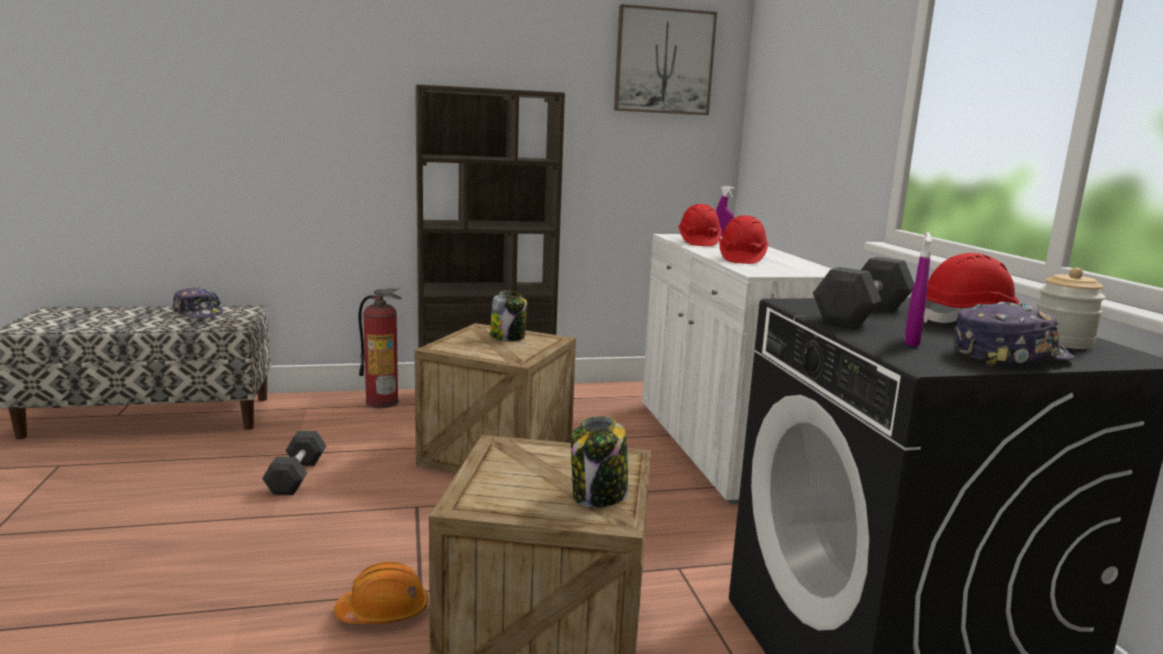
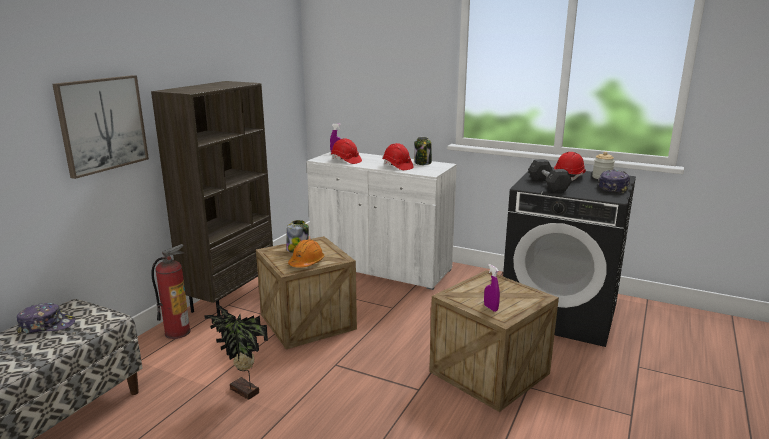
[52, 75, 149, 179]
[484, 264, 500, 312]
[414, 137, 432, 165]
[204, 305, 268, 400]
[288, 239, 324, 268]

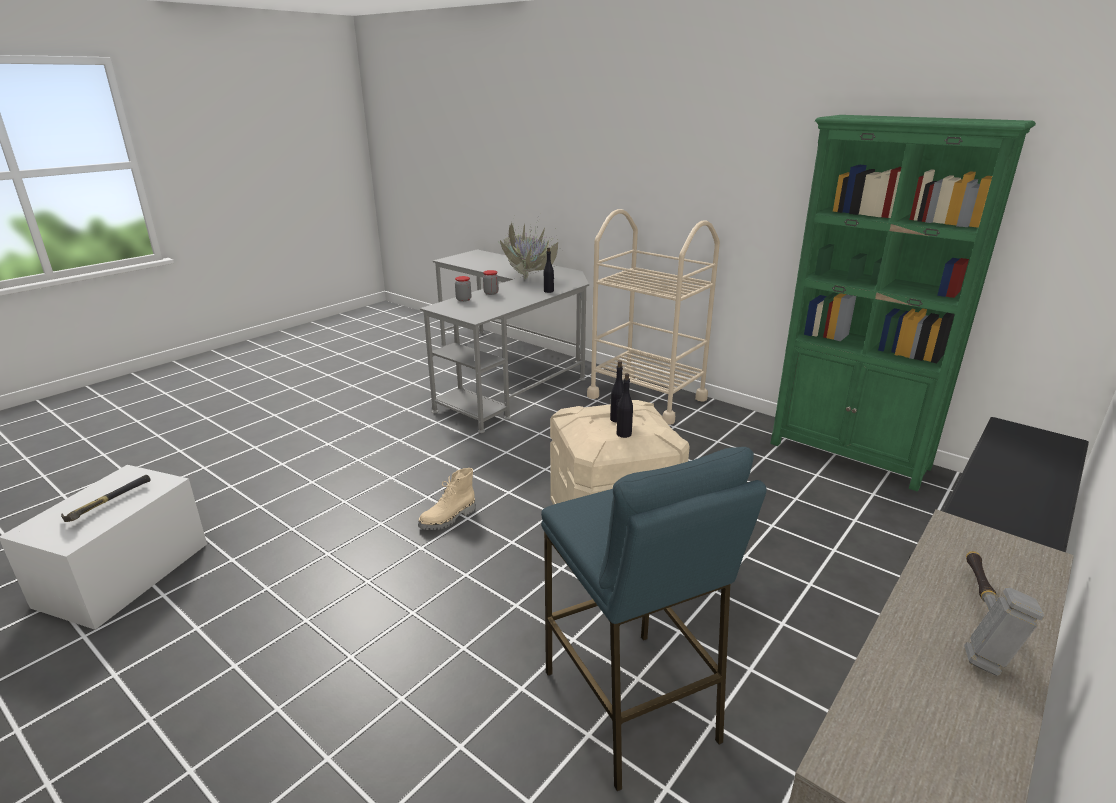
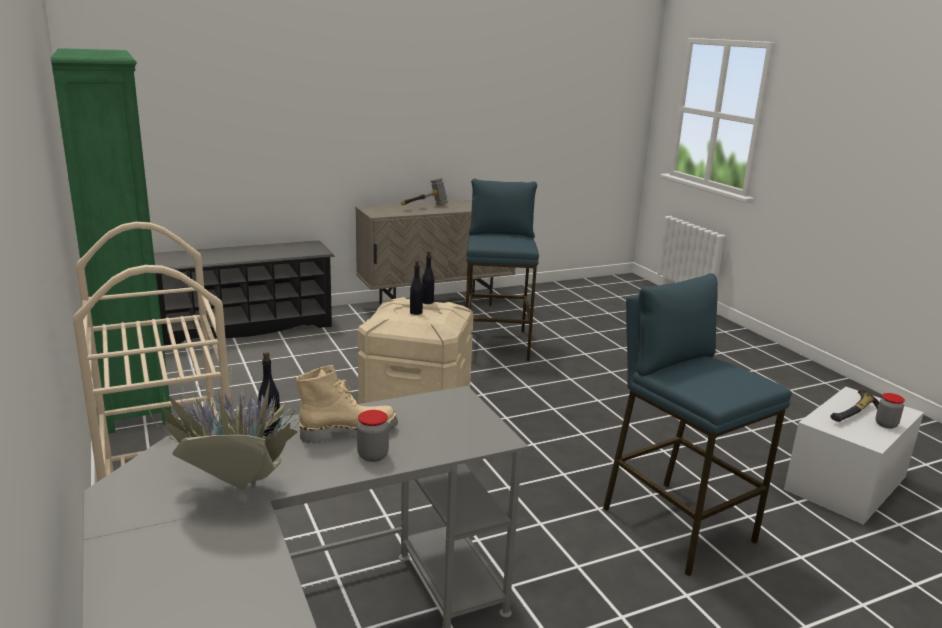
[875, 393, 905, 429]
[296, 365, 398, 443]
[603, 273, 792, 576]

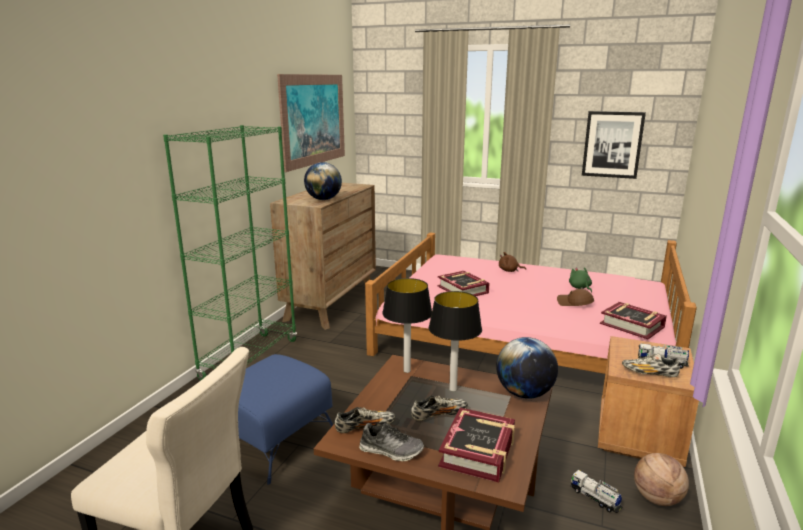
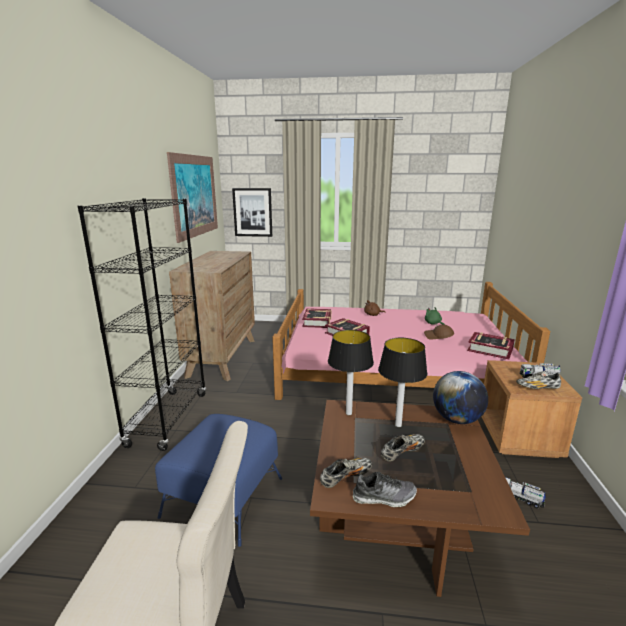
[232, 188, 272, 237]
[78, 198, 206, 451]
[304, 162, 342, 200] (first image)
[302, 308, 331, 328]
[634, 453, 689, 506] (first image)

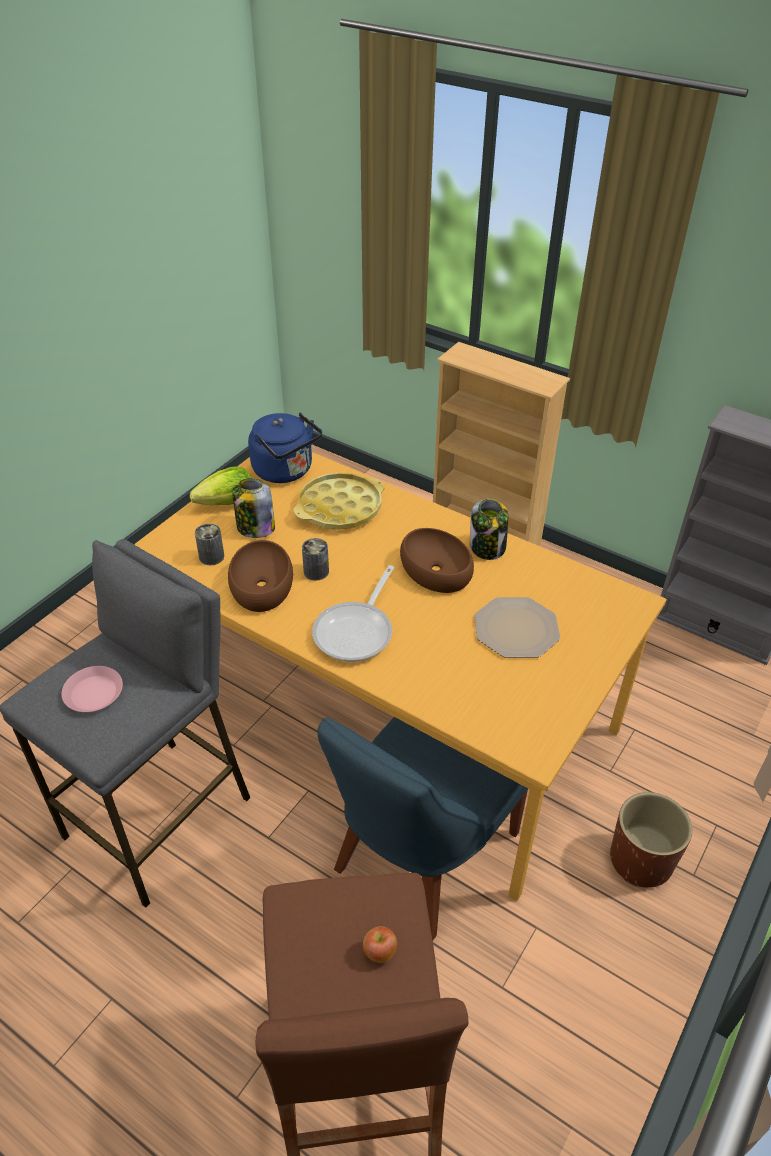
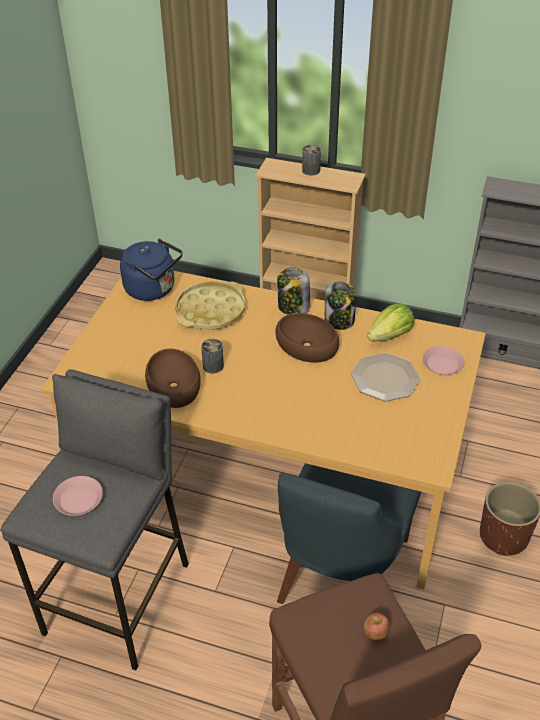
[367, 304, 414, 342]
[277, 267, 310, 315]
[302, 145, 321, 176]
[312, 565, 394, 662] (first image)
[422, 346, 465, 375]

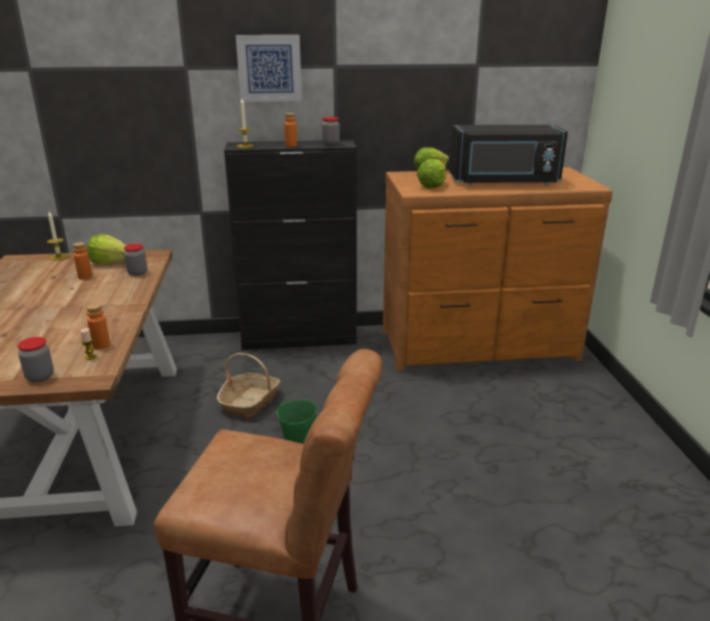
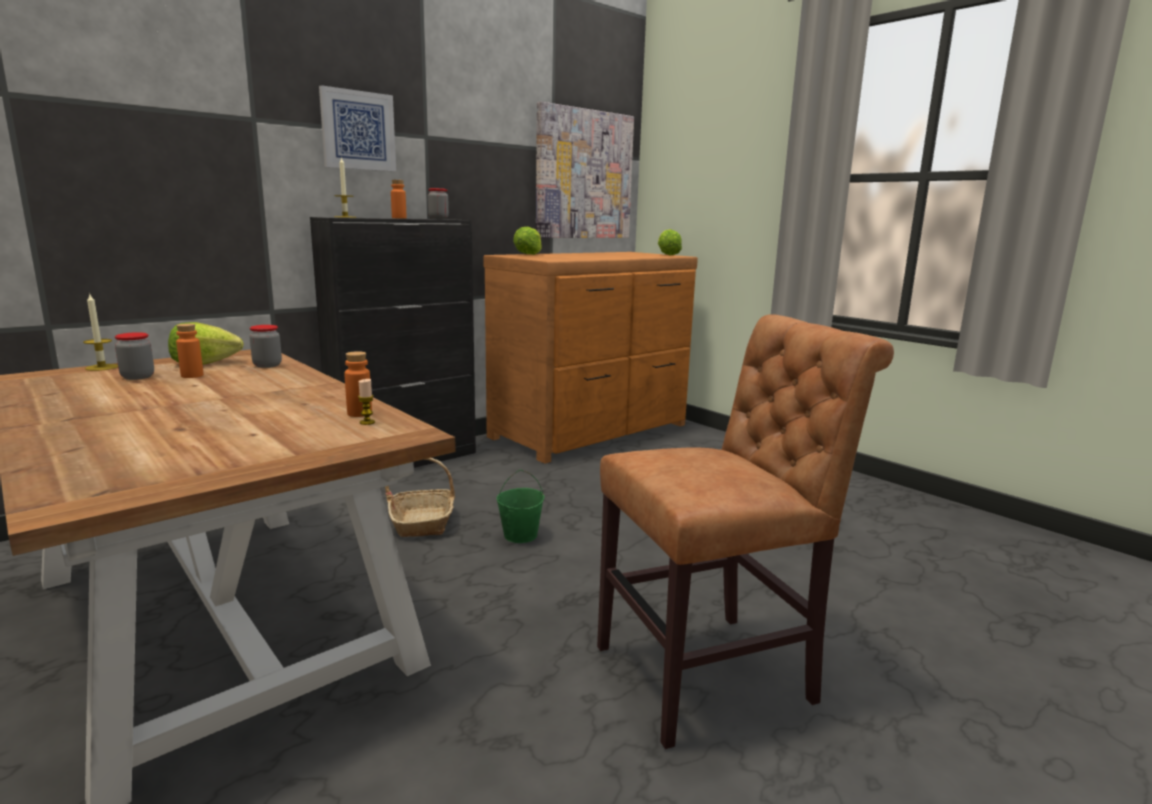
[449, 125, 568, 185] (first image)
[658, 229, 682, 255]
[115, 332, 154, 380]
[536, 102, 634, 238]

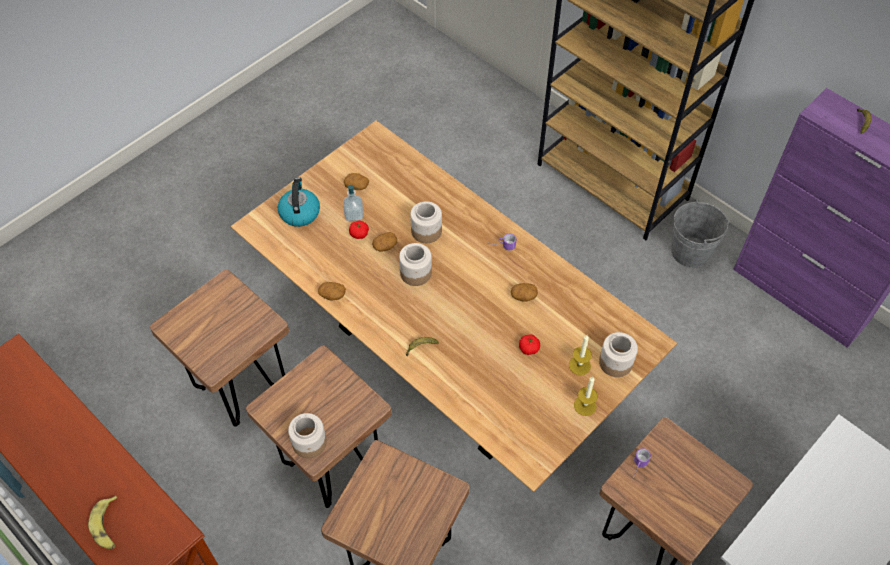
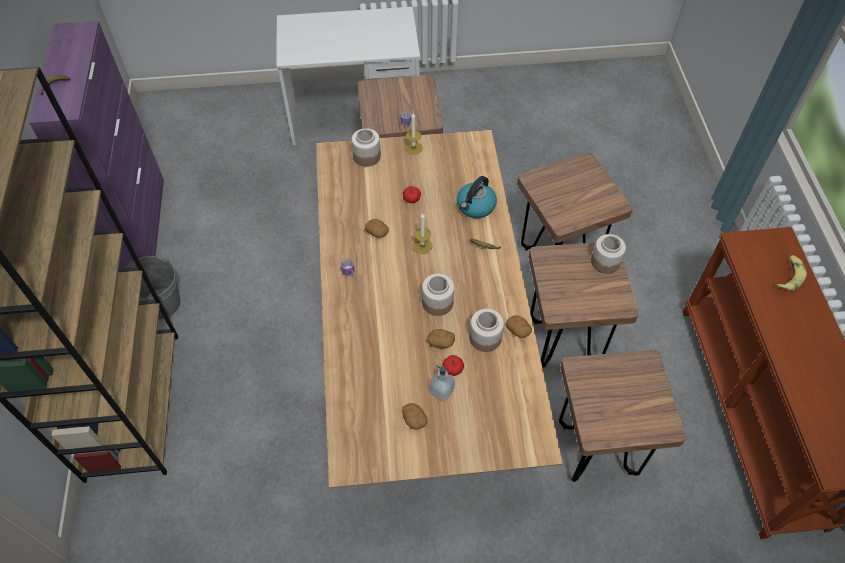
[457, 176, 497, 218]
[469, 309, 504, 352]
[413, 213, 432, 254]

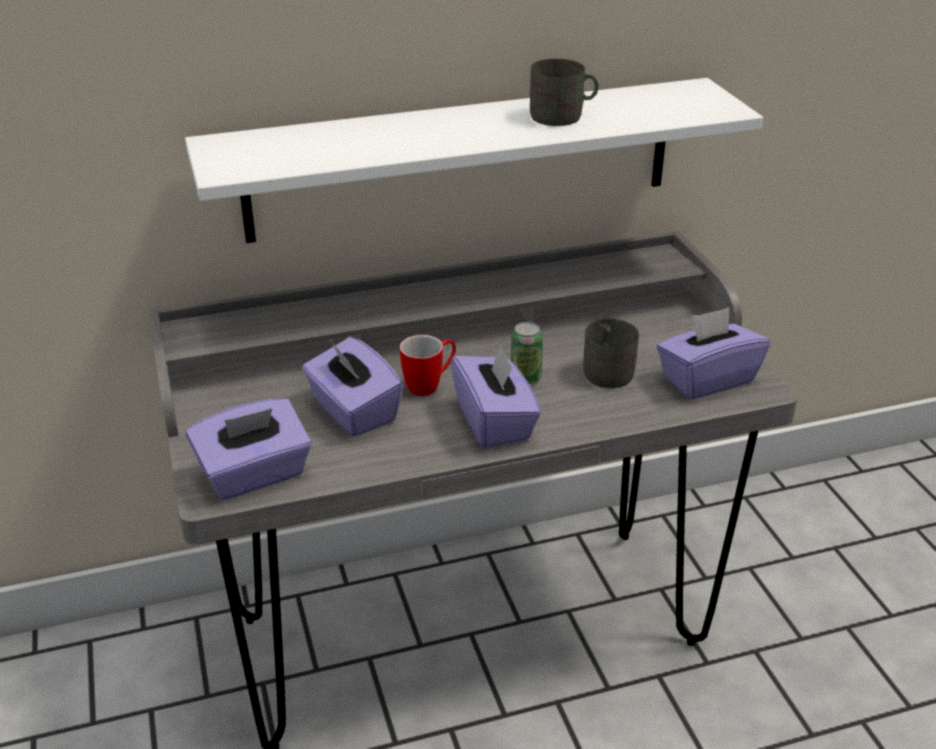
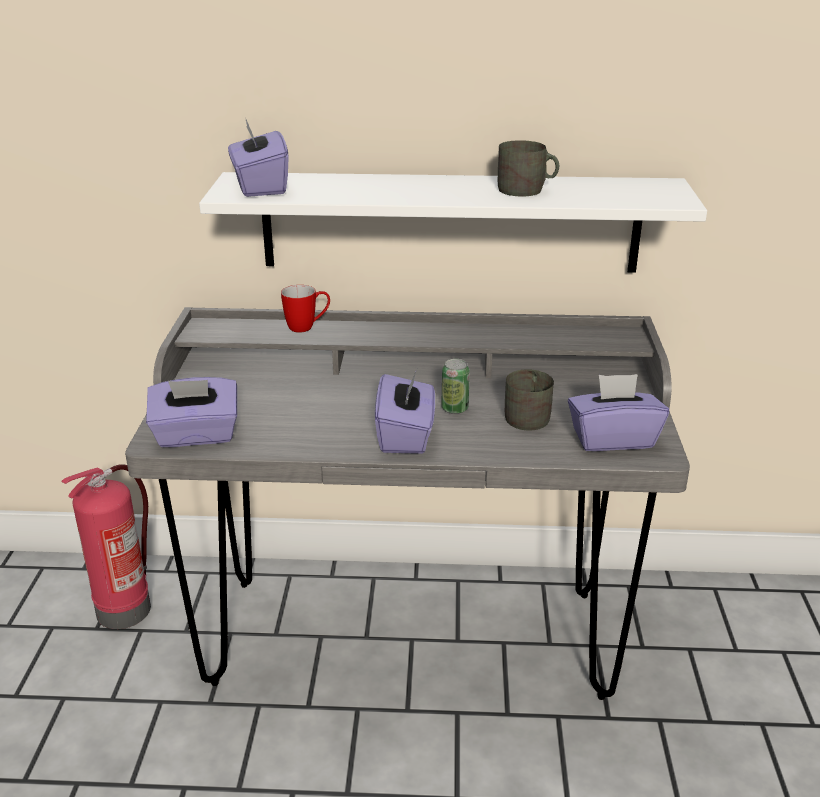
[281, 285, 330, 333]
[228, 117, 289, 197]
[61, 464, 151, 629]

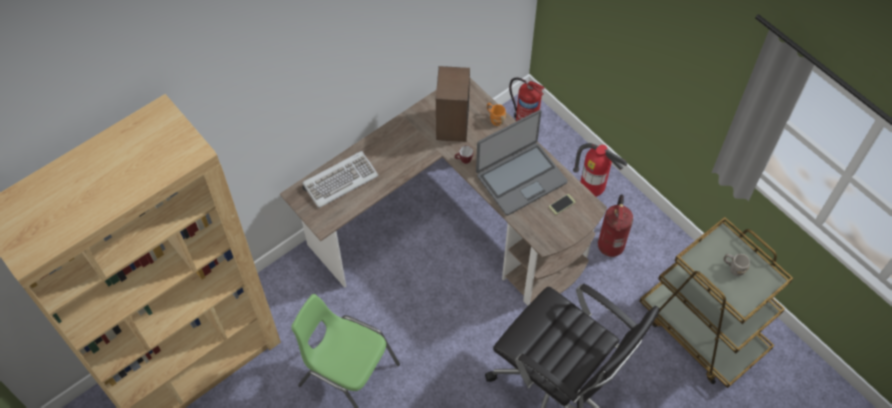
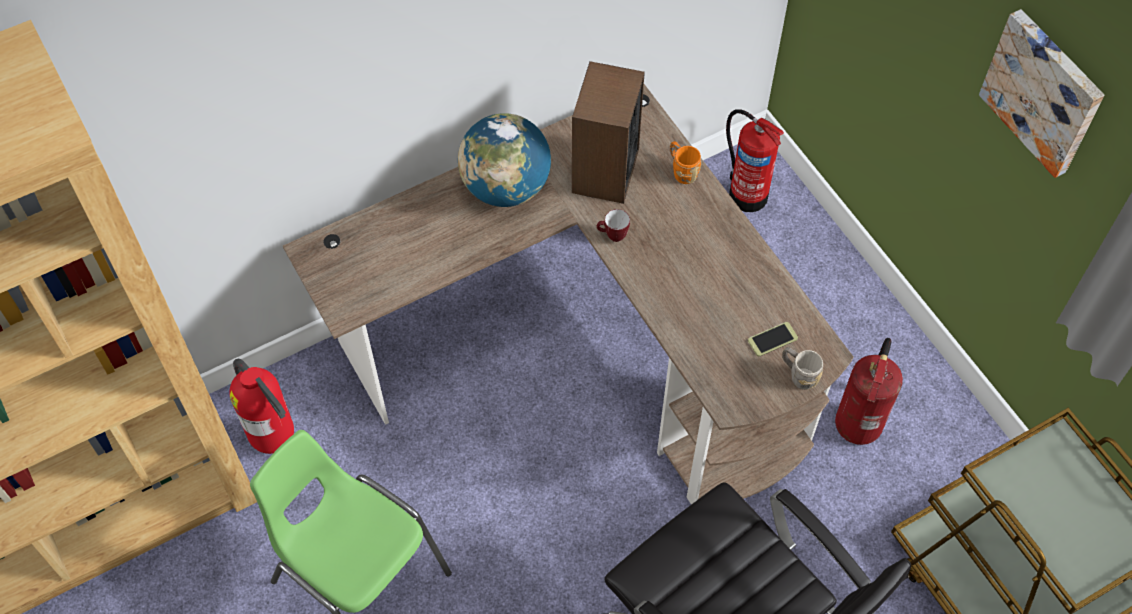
[476, 110, 568, 216] (first image)
[229, 359, 294, 454]
[302, 151, 378, 208] (first image)
[782, 347, 823, 390]
[979, 9, 1104, 178]
[458, 113, 551, 207]

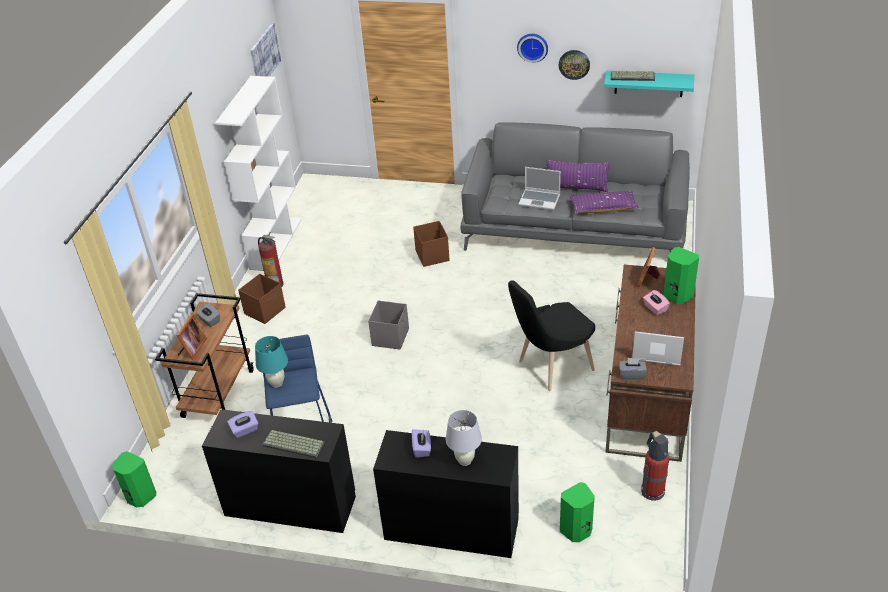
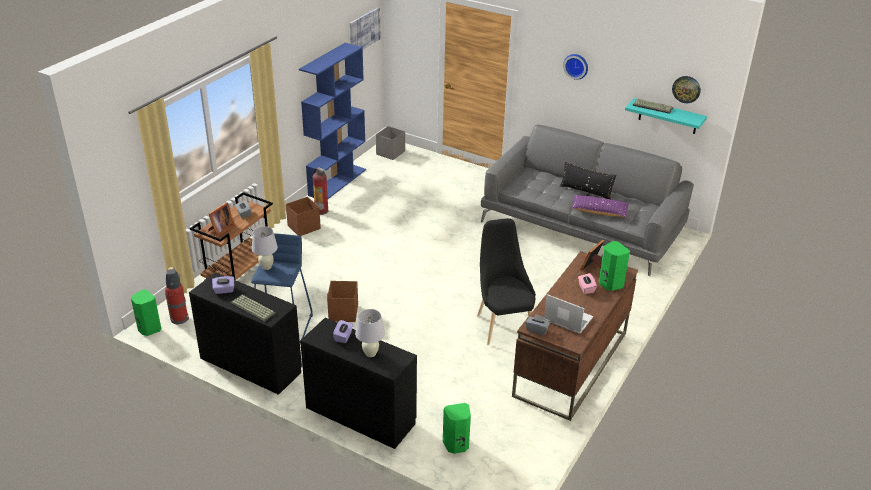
[672, 76, 701, 103]
[299, 43, 366, 199]
[560, 162, 616, 199]
[518, 167, 561, 210] (first image)
[327, 281, 358, 322]
[477, 218, 536, 345]
[376, 126, 405, 160]
[252, 227, 278, 270]
[165, 267, 189, 324]

